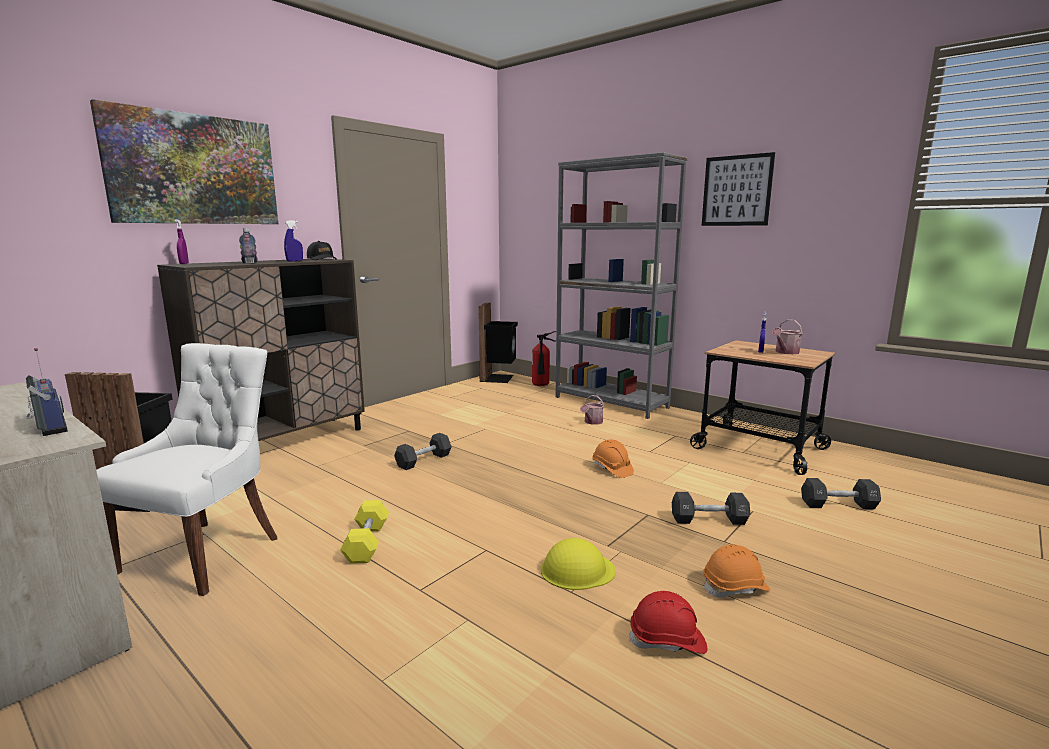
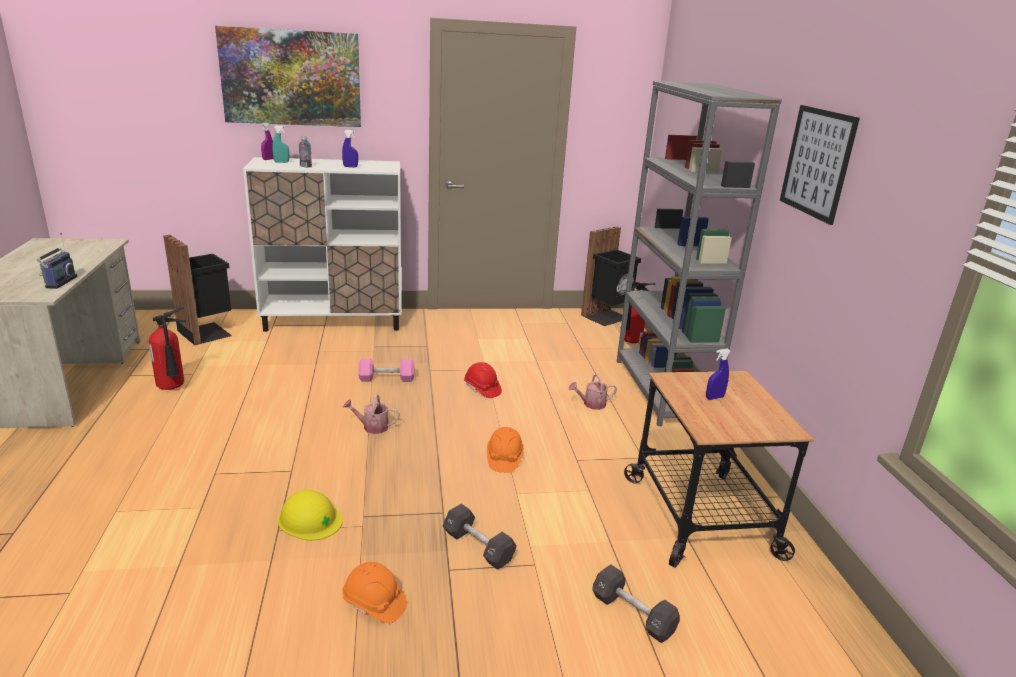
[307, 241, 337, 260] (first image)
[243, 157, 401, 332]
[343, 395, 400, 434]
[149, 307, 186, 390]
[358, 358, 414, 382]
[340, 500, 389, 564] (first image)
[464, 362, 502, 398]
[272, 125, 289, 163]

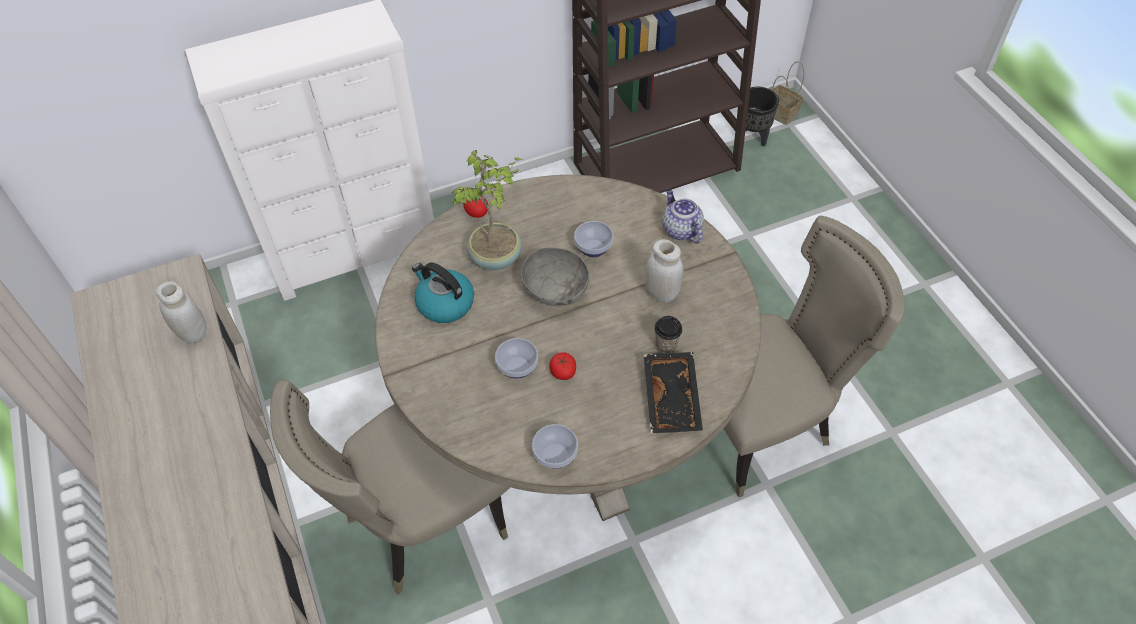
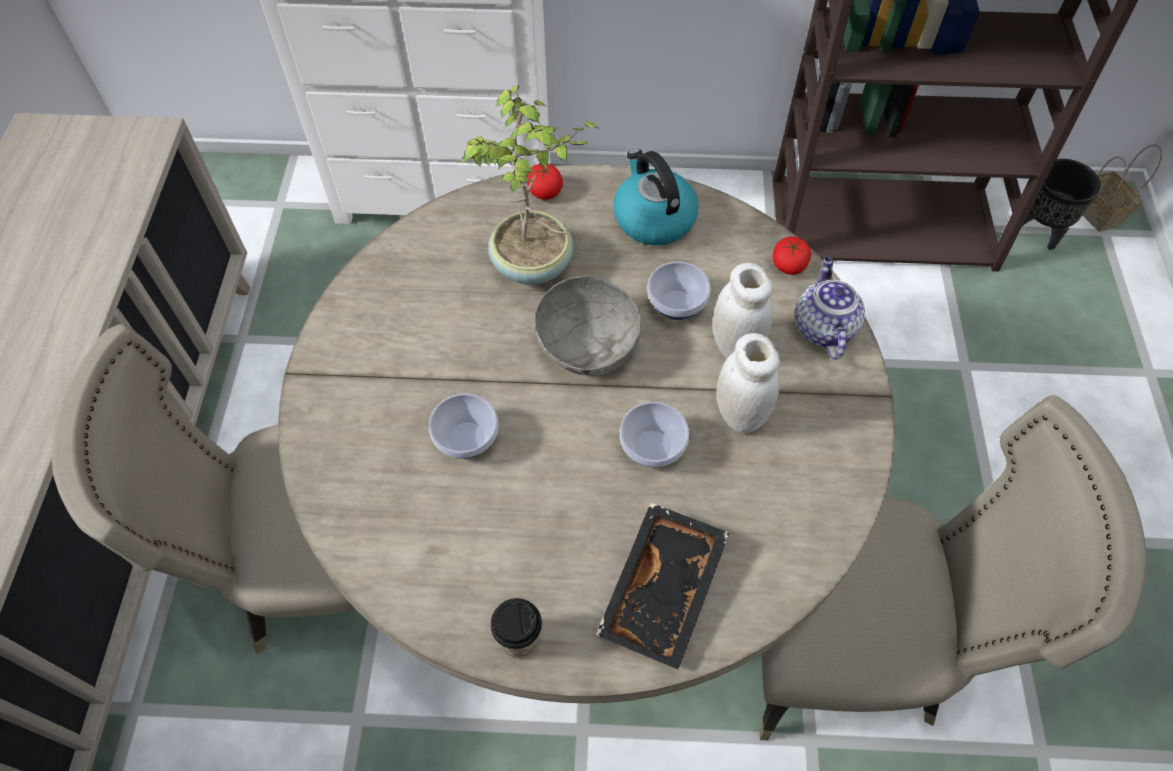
[613, 149, 699, 245]
[713, 263, 773, 358]
[490, 598, 542, 658]
[772, 236, 811, 275]
[620, 402, 689, 467]

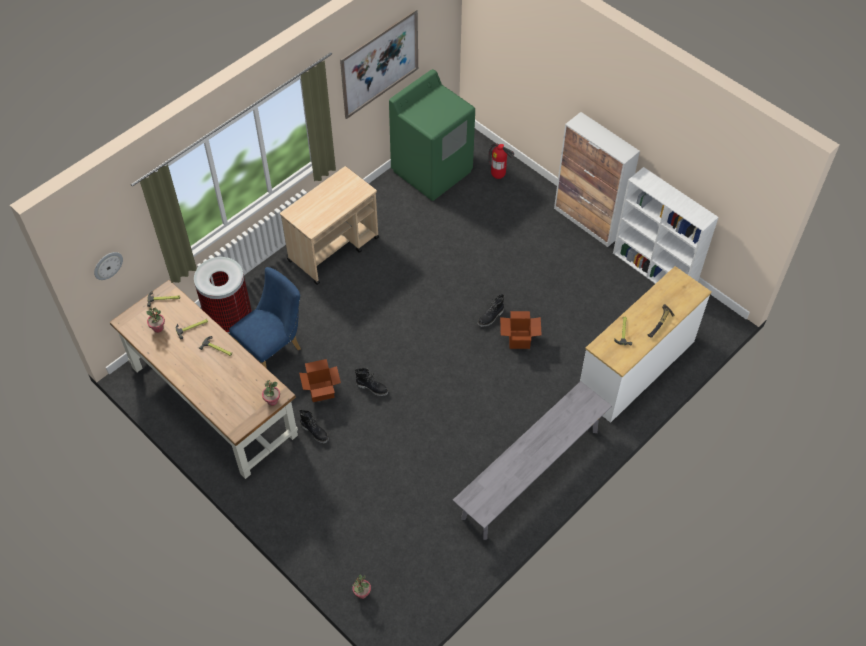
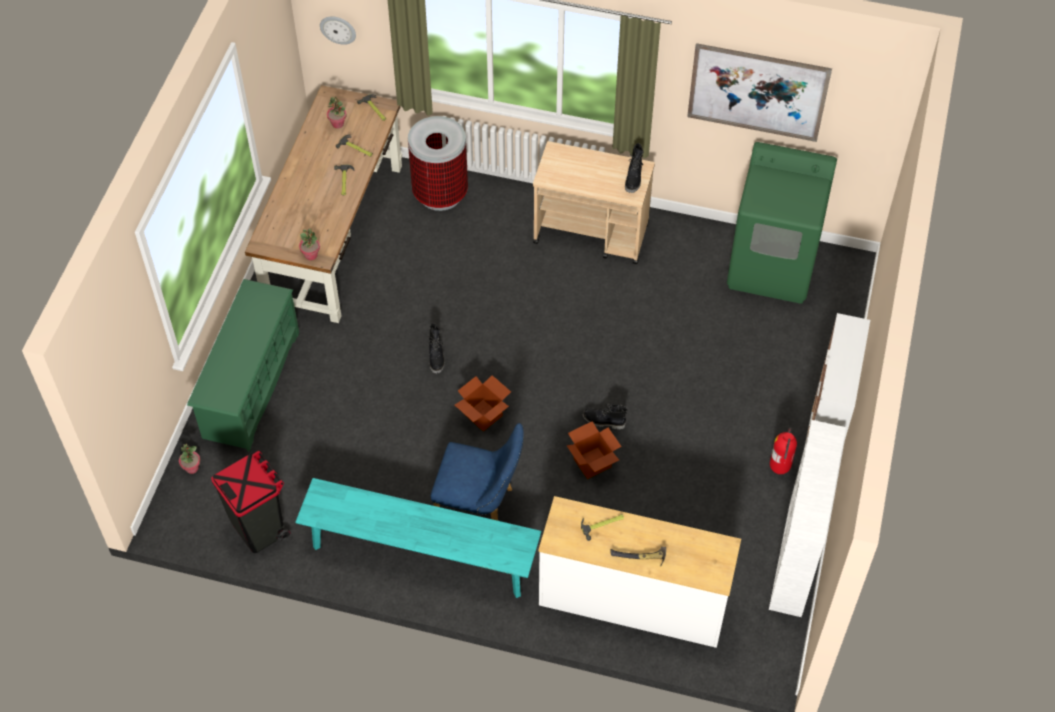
[770, 427, 797, 474]
[430, 423, 524, 521]
[455, 375, 511, 431]
[295, 478, 541, 598]
[625, 143, 643, 193]
[187, 279, 299, 452]
[211, 451, 291, 553]

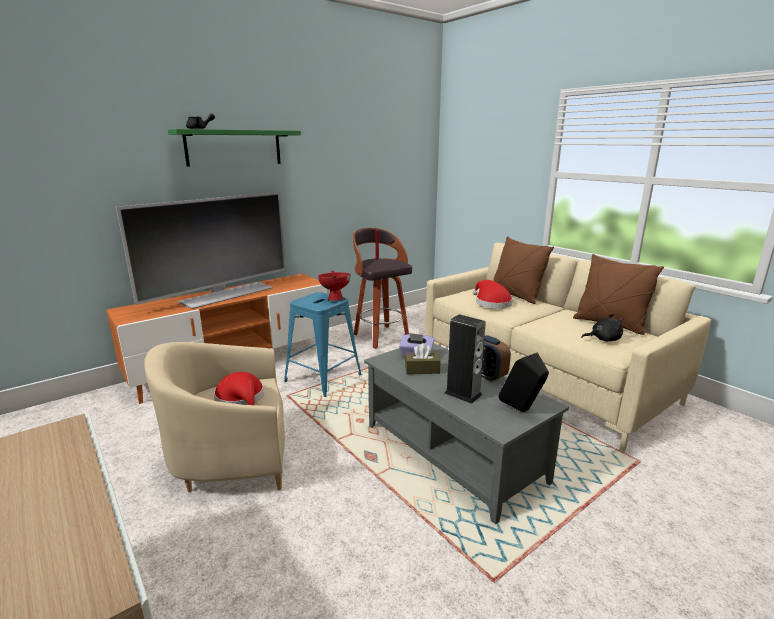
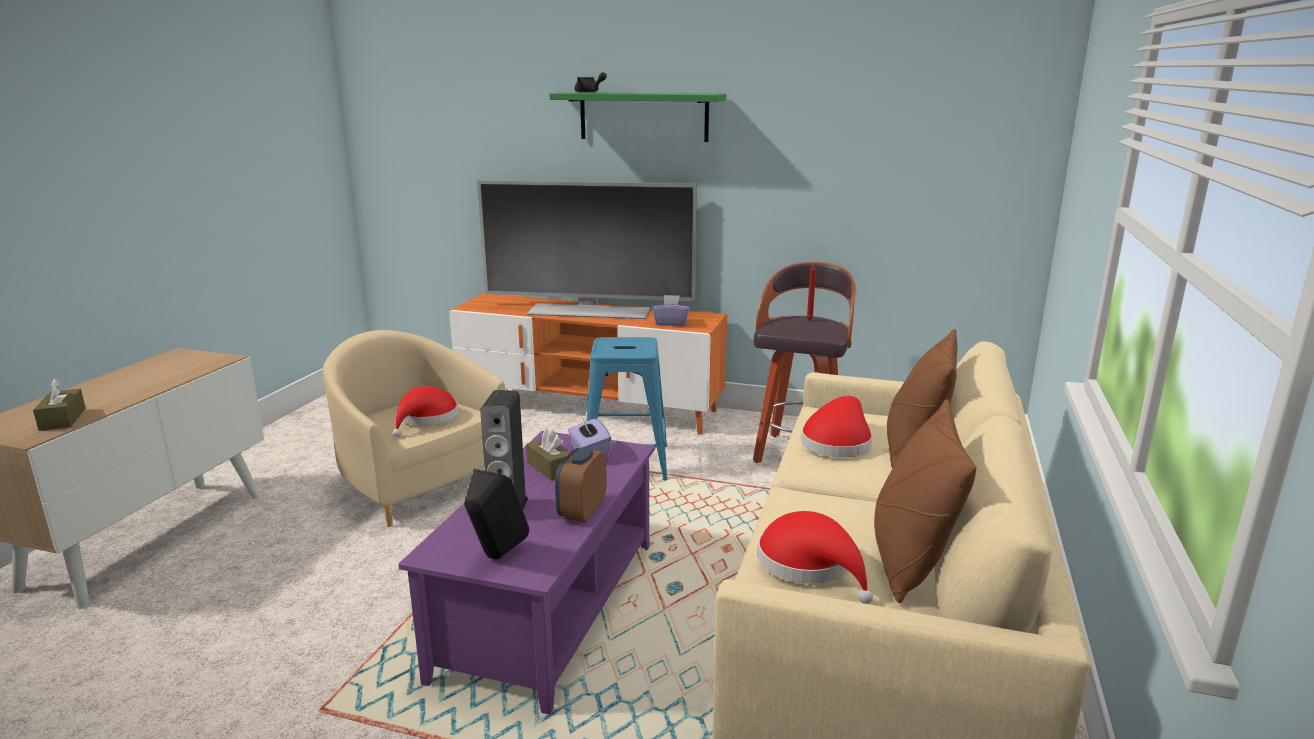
[318, 271, 351, 301] (first image)
[757, 511, 873, 604]
[398, 431, 655, 715]
[652, 295, 690, 326]
[33, 378, 86, 431]

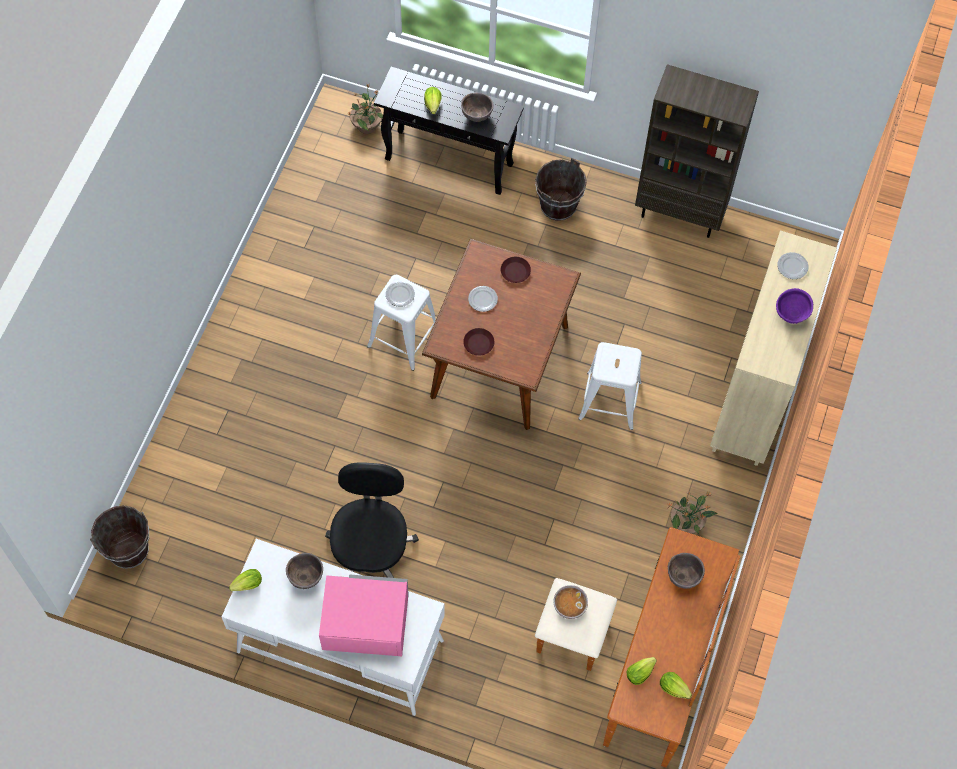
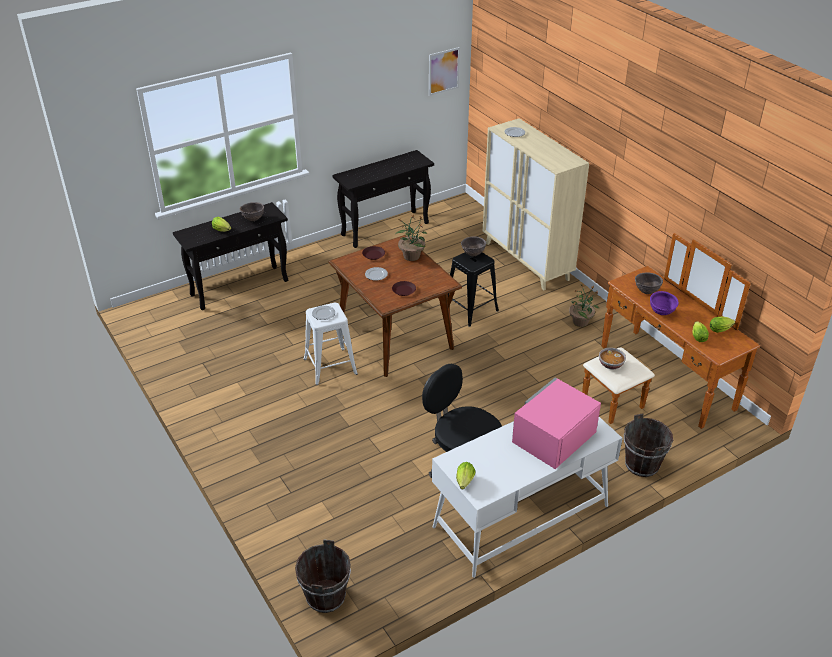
[332, 150, 434, 248]
[397, 214, 427, 261]
[624, 413, 673, 477]
[650, 291, 679, 315]
[448, 252, 499, 327]
[461, 237, 486, 257]
[429, 47, 460, 96]

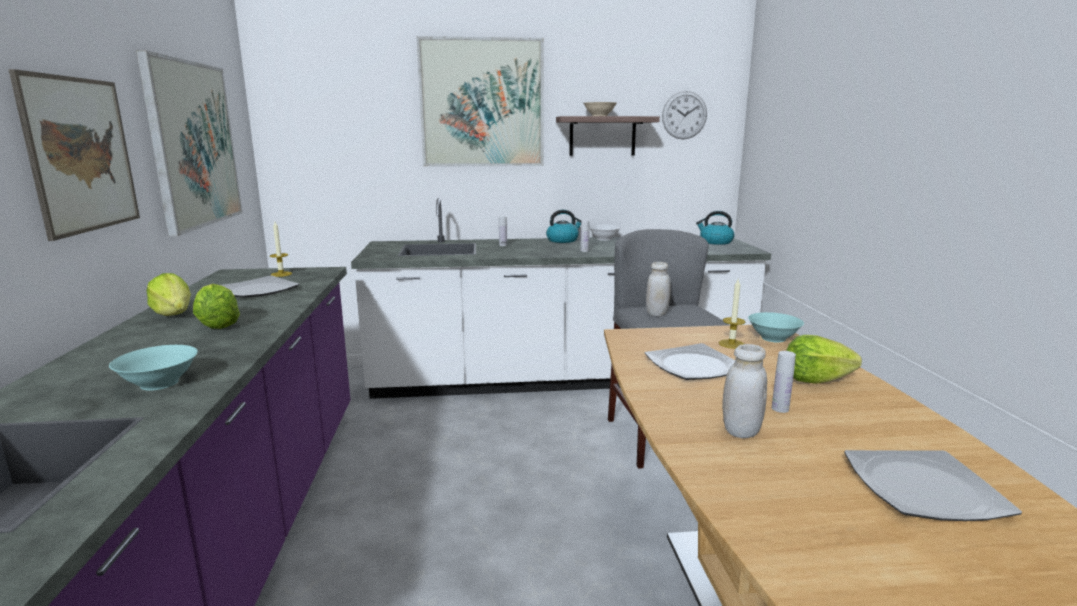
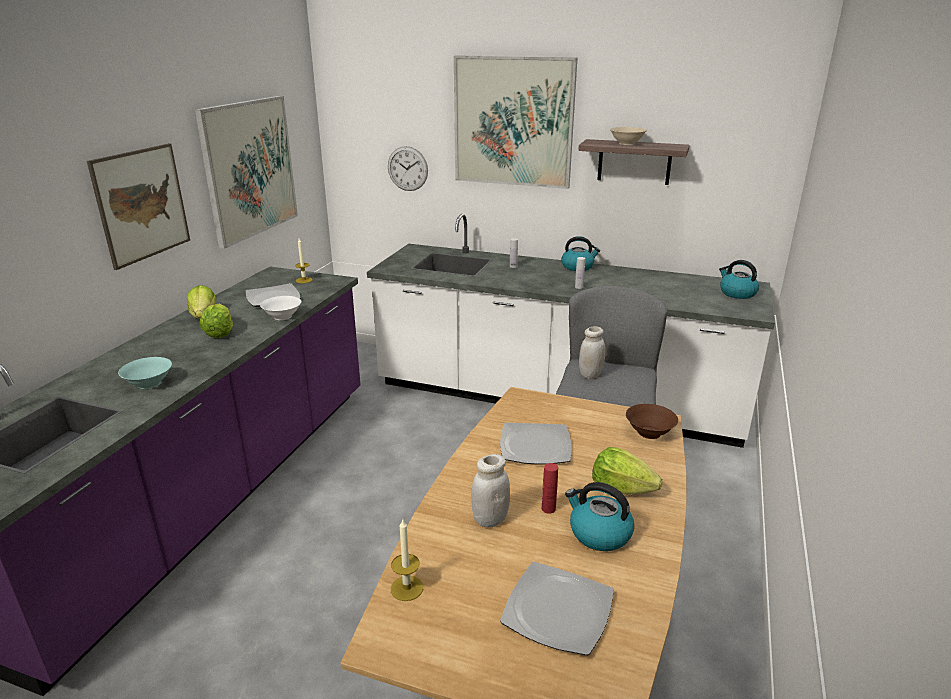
[388, 146, 428, 191]
[260, 296, 301, 320]
[391, 520, 423, 601]
[626, 404, 678, 439]
[542, 463, 558, 514]
[565, 482, 634, 551]

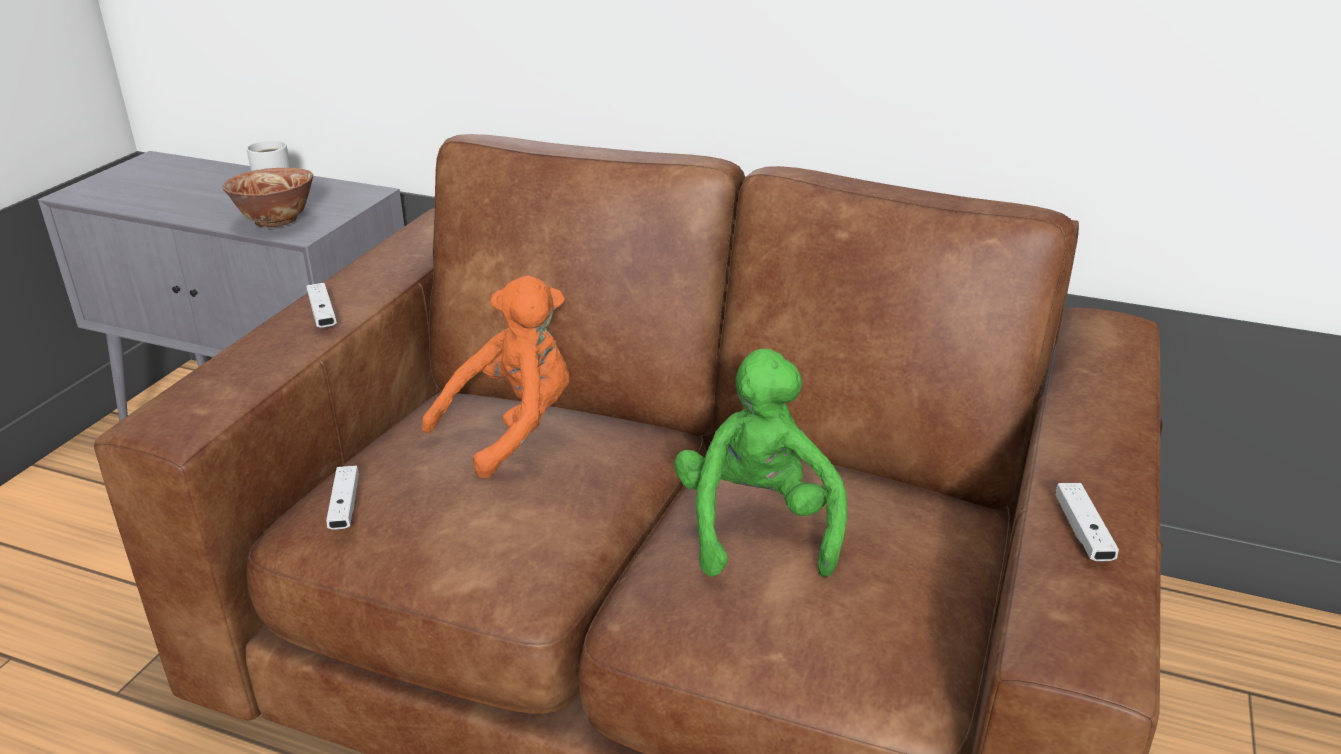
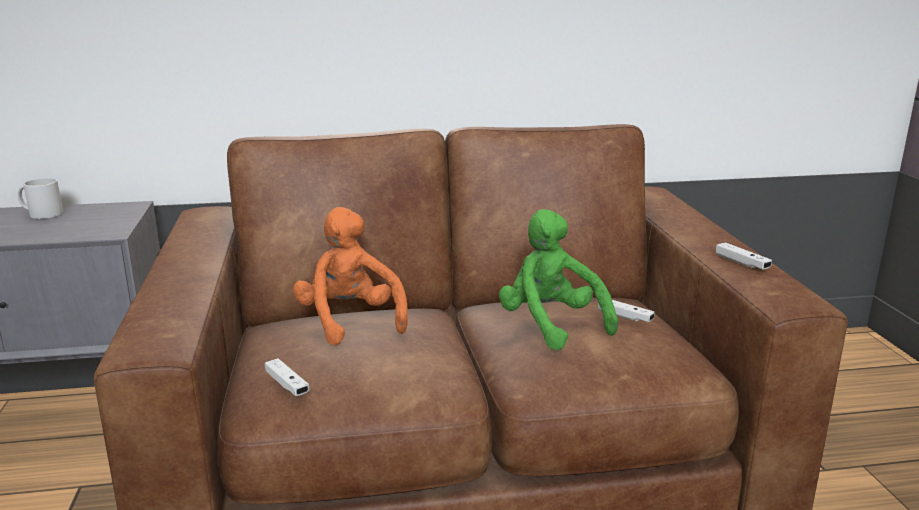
[222, 168, 313, 227] (first image)
[293, 207, 408, 346]
[598, 300, 654, 322]

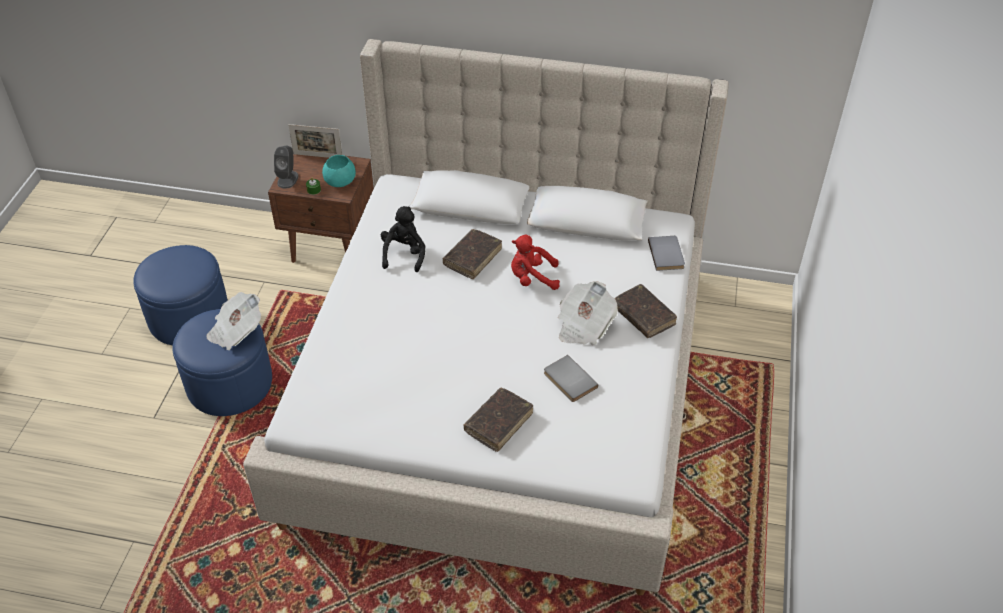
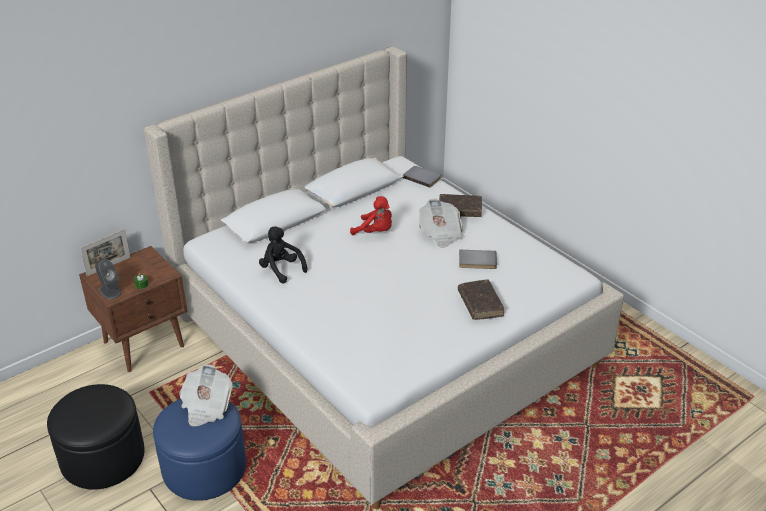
[322, 155, 356, 187] (first image)
[442, 229, 502, 279] (first image)
[350, 196, 392, 235]
[47, 384, 145, 490]

